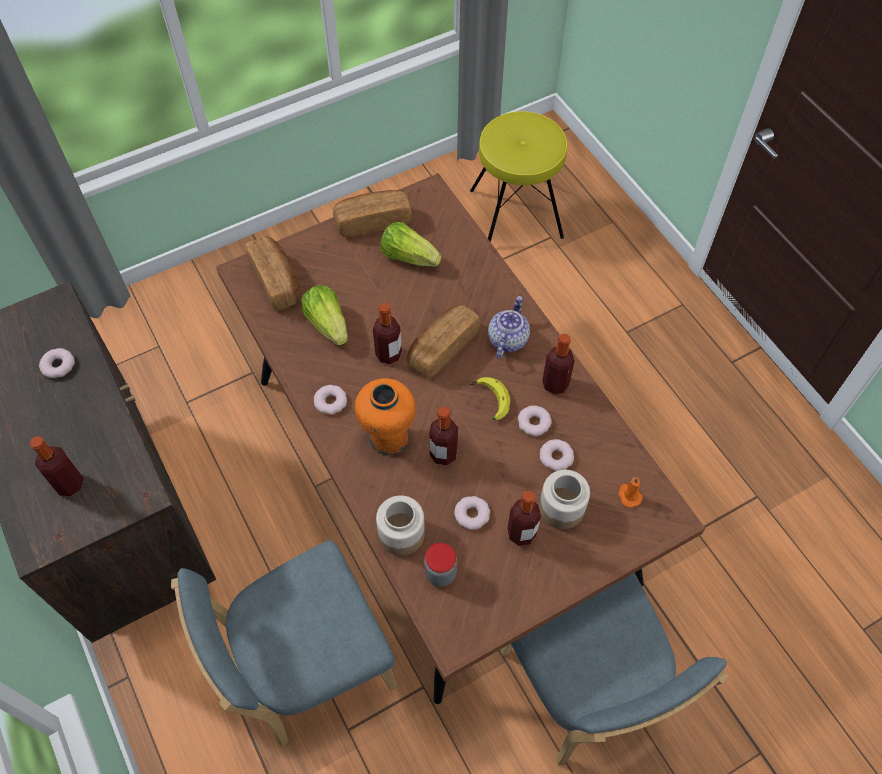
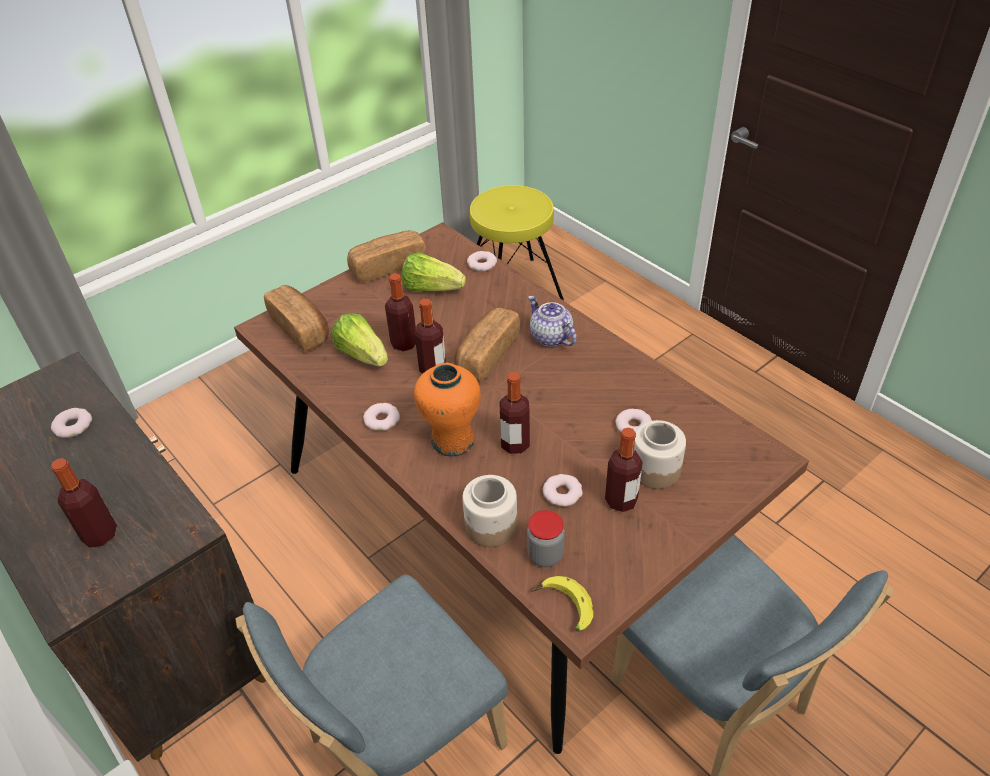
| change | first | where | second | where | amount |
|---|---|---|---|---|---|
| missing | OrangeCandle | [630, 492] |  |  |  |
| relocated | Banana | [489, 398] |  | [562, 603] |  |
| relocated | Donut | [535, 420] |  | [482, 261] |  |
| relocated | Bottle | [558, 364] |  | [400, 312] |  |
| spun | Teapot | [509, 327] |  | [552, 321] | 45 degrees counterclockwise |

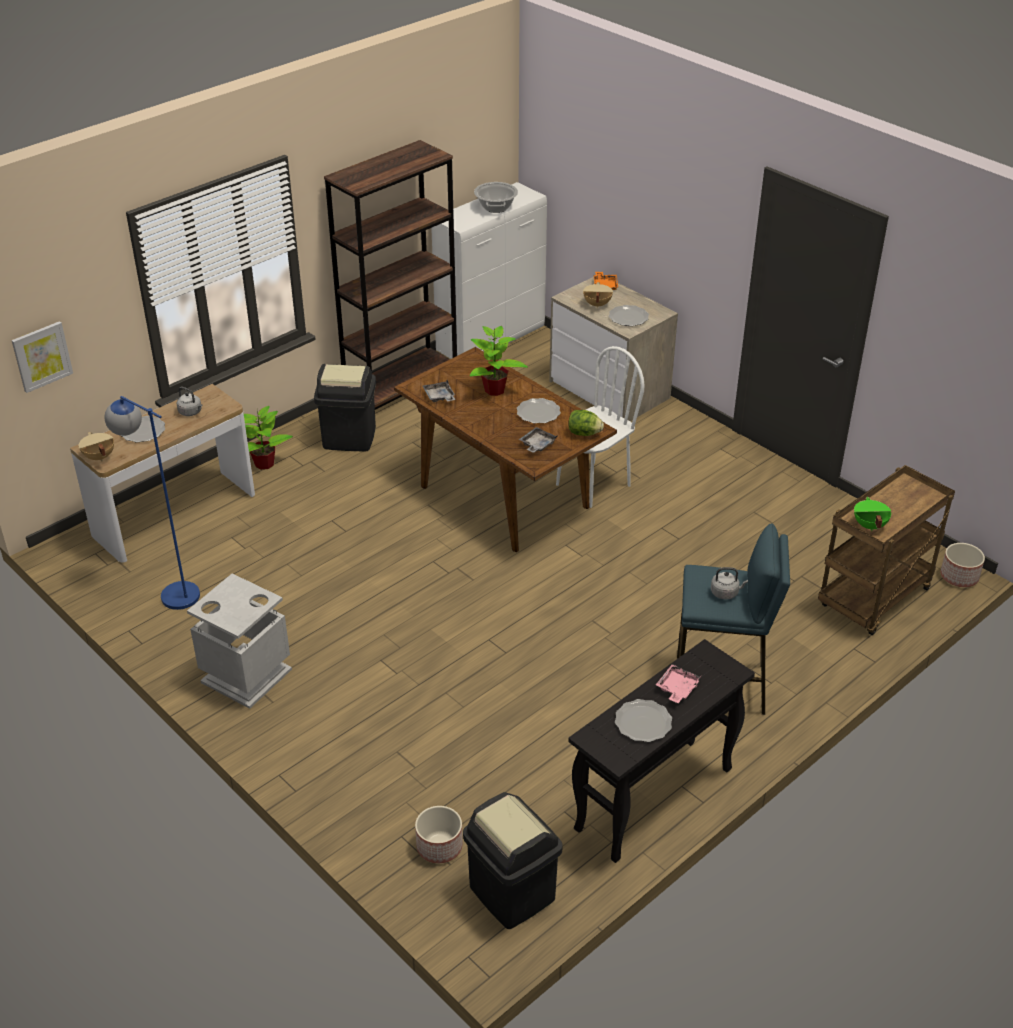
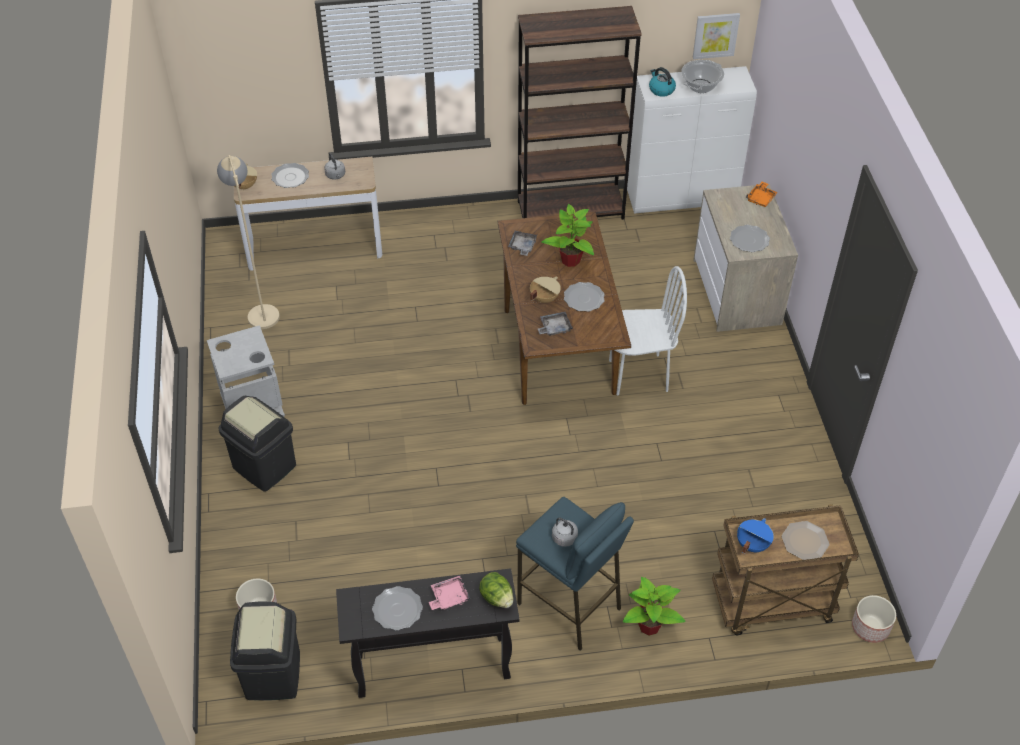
| change | first | where | second | where | amount |
|---|---|---|---|---|---|
| appeared |  |  | Kettle | [662, 82] |  |
| appeared |  |  | Plate | [805, 540] |  |
| relocated | Picture | [42, 357] |  | [716, 36] |  |
| relocated | PottedPlant | [268, 438] |  | [654, 606] |  |
| relocated | BlackTrashCan | [345, 407] |  | [257, 444] |  |
| relocated | Lettuce | [586, 423] |  | [496, 590] |  |
| relocated | BeigeCookingPot | [598, 295] |  | [545, 290] |  |
| colour | BlueFloorLamp | [152, 503] | BeigeFloorLamp | [248, 242] |  |
| colour | GreenCookingPot | [872, 514] | BlueCookingPot | [755, 535] |  |

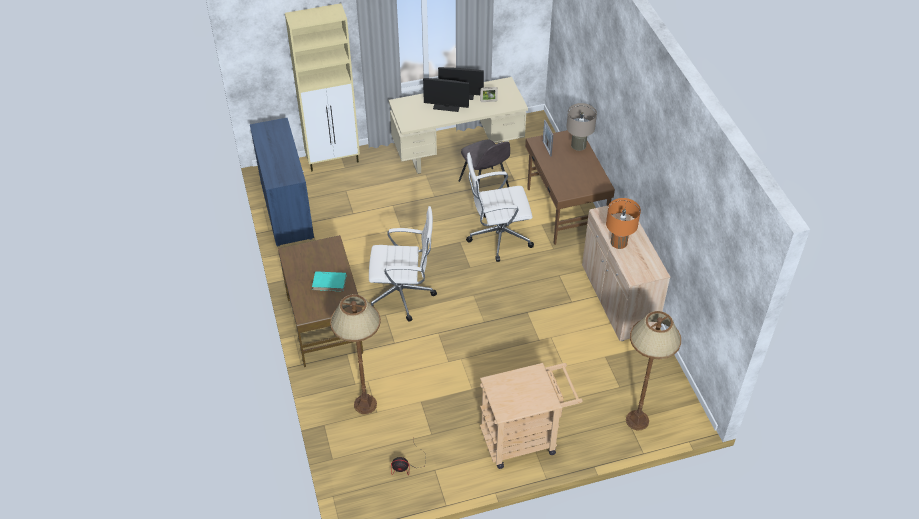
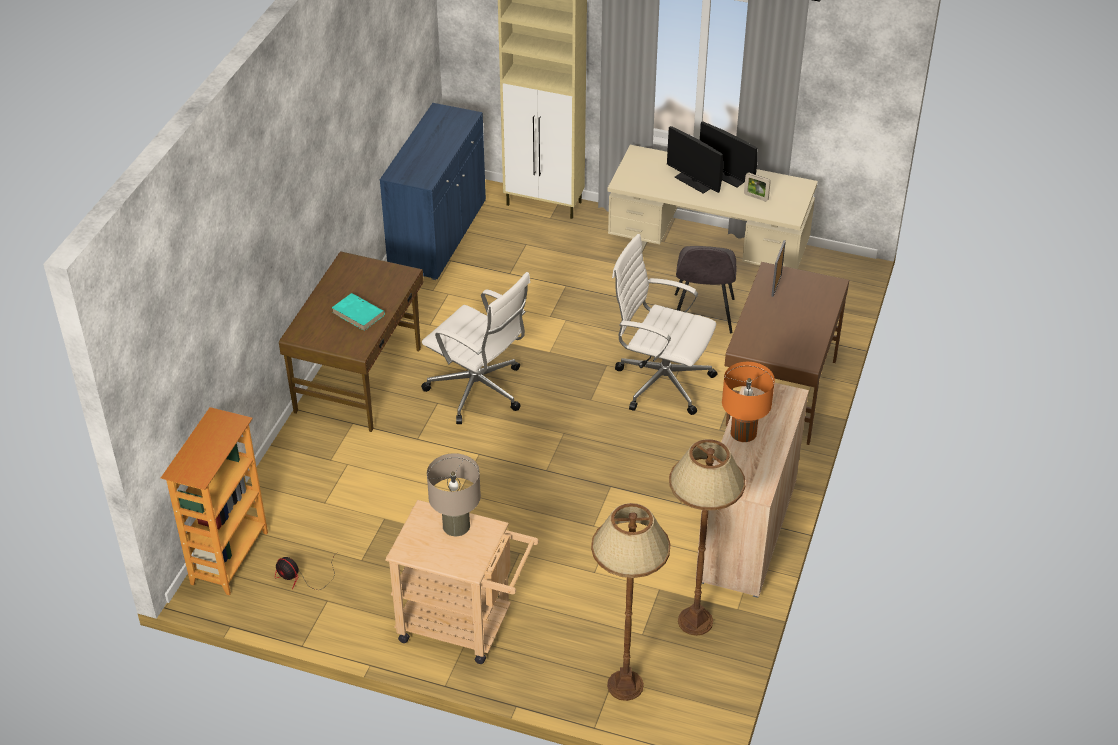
| change | first | where | second | where | amount |
|---|---|---|---|---|---|
| appeared |  |  | Bookcase | [214, 501] |  |
| relocated | BrownFloorLamp | [355, 354] |  | [707, 537] |  |
| relocated | BeigeTableLamp | [581, 127] |  | [454, 494] |  |

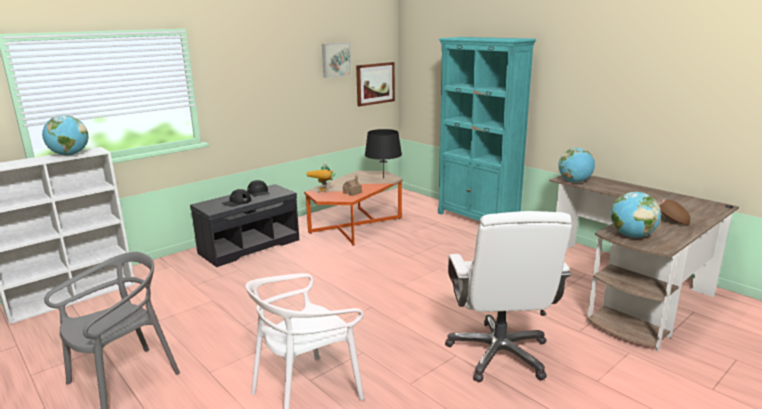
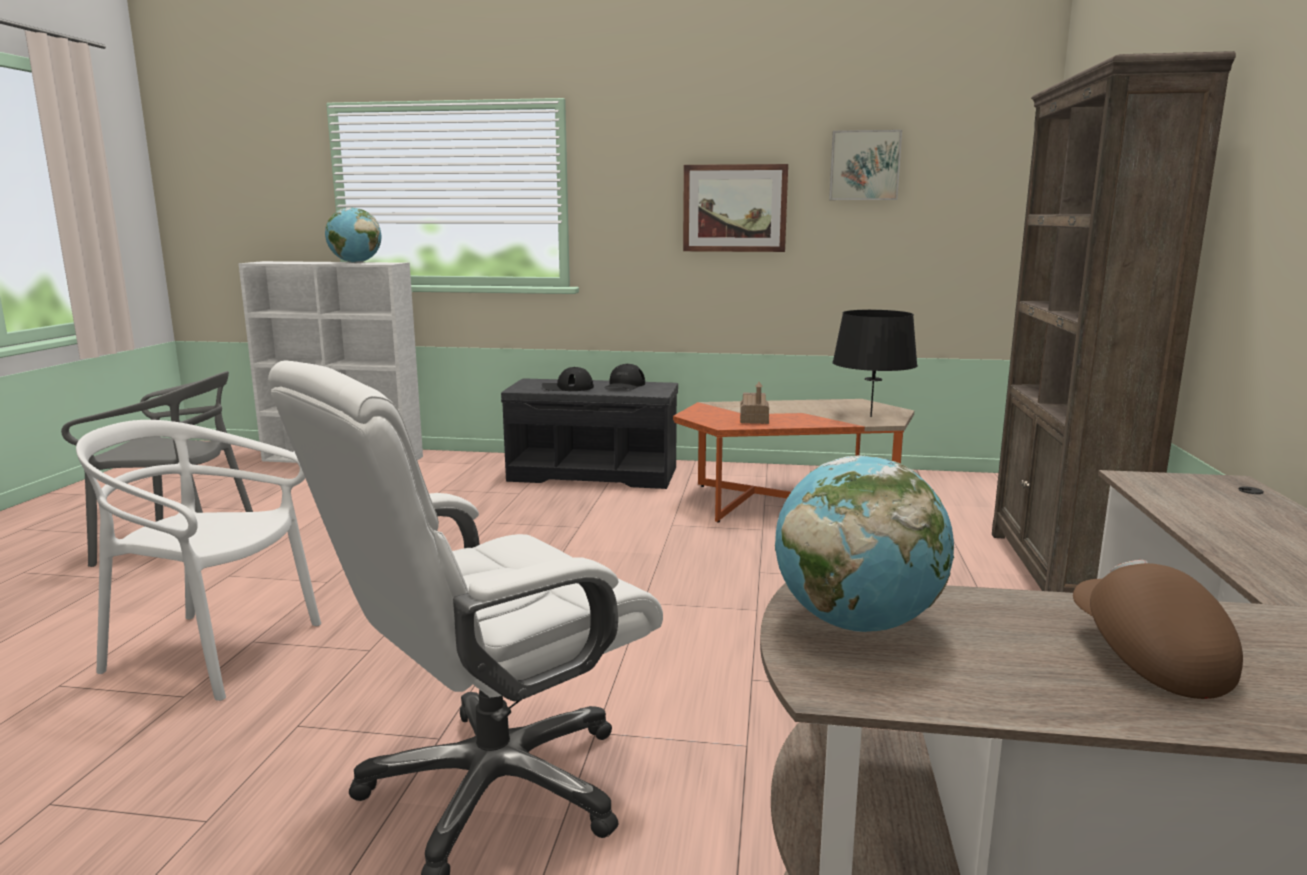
| change | first | where | second | where | amount |
|---|---|---|---|---|---|
| missing | ToyRobot | [320, 177] |  |  |  |
| missing | Globe | [576, 165] |  |  |  |
| relocated | Picture | [375, 84] |  | [735, 208] |  |
| colour | TurquoiseBookcase | [487, 129] | BrownBookcase | [1114, 322] |  |

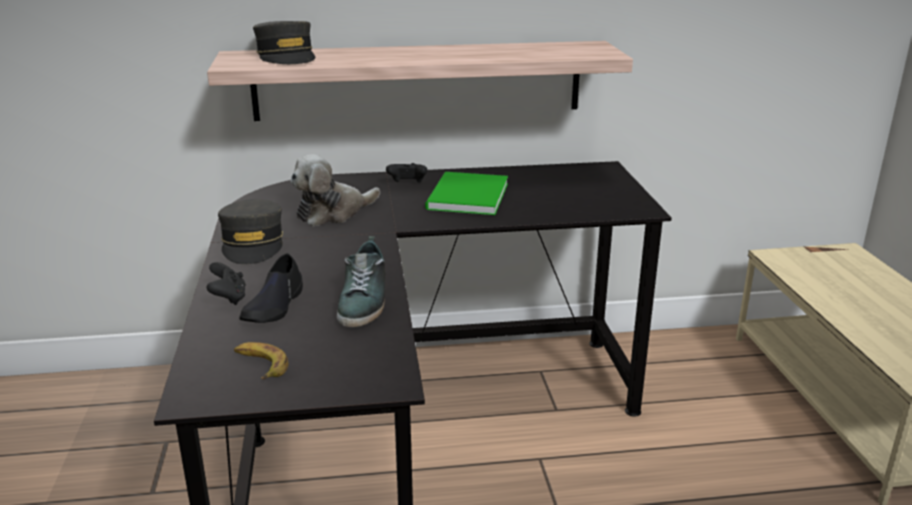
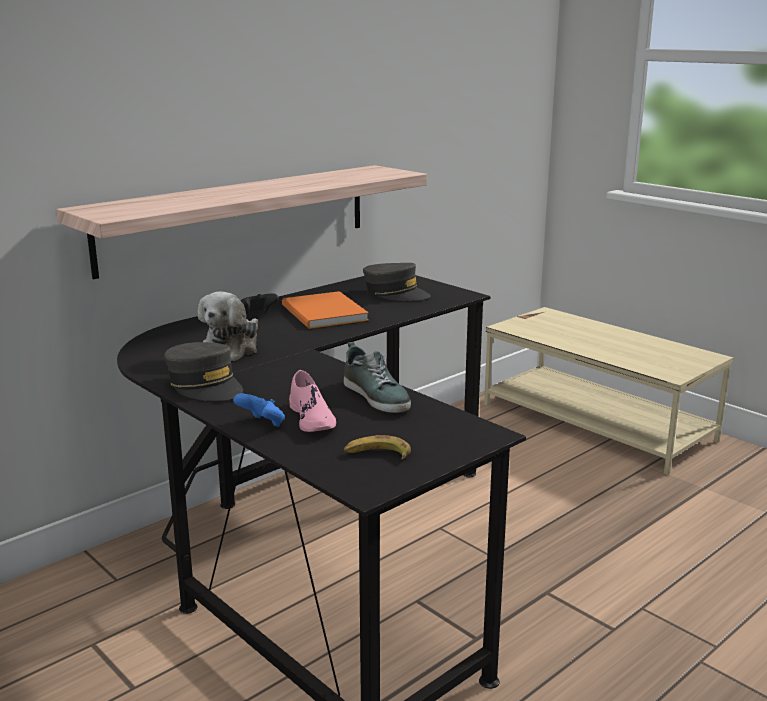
| change | first | where | second | where | amount |
|---|---|---|---|---|---|
| relocated | GreyCap | [284, 42] |  | [397, 282] |  |
| colour | BlackGameController | [226, 283] | BlueGameController | [259, 410] |  |
| colour | BlackShoe | [271, 288] | PinkShoe | [312, 401] |  |
| colour | GreenBook | [466, 193] | OrangeBook | [325, 310] |  |

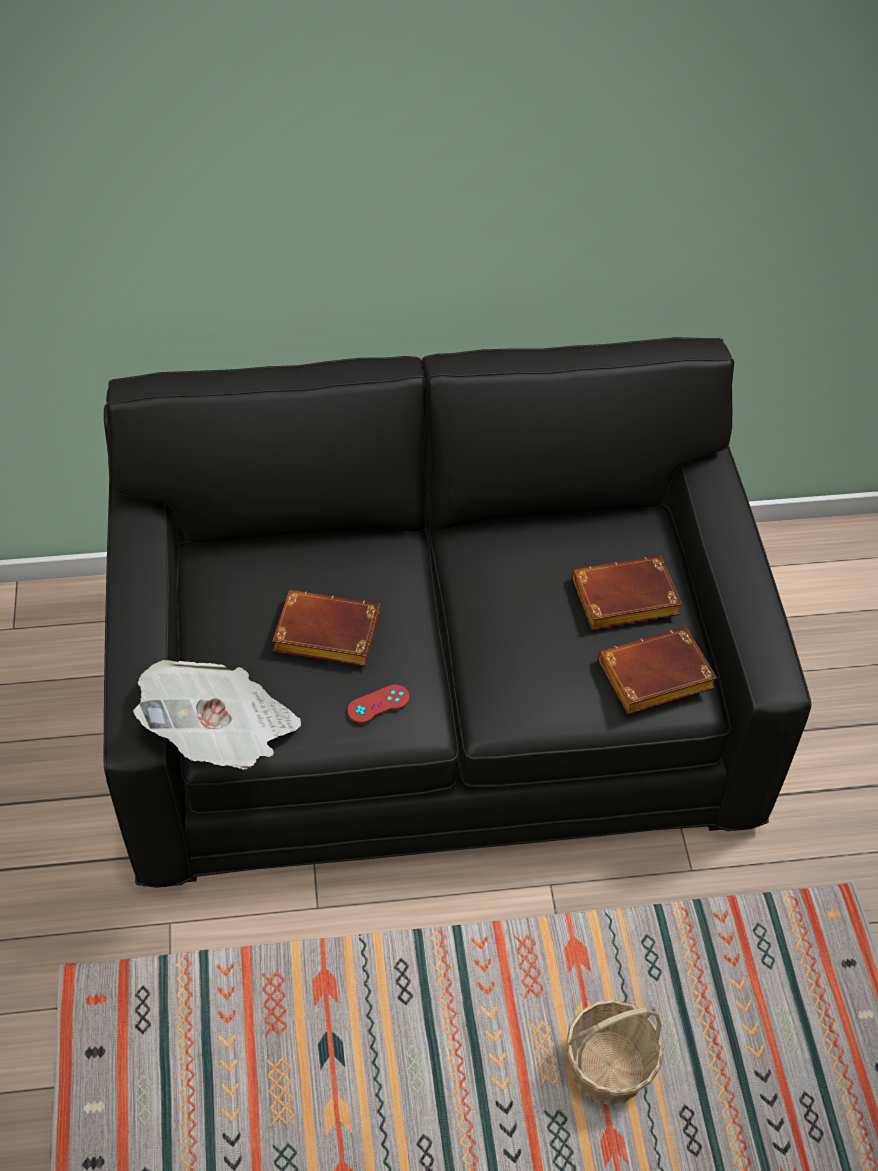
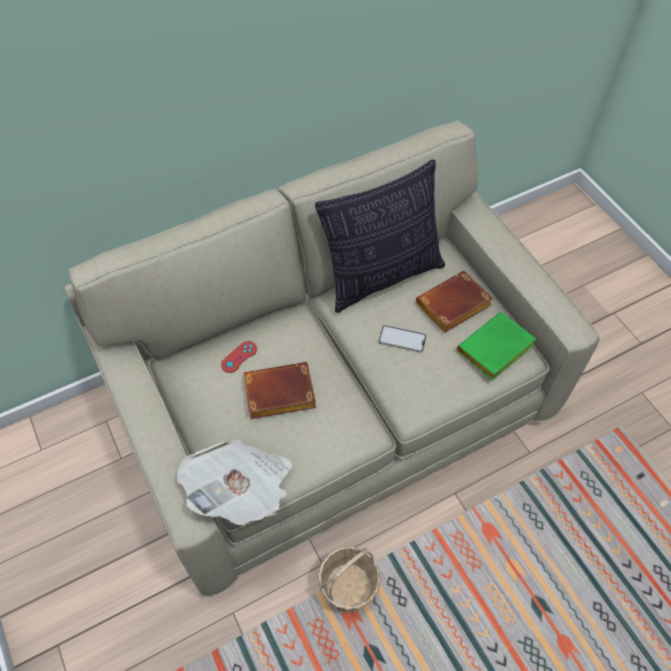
| change | first | where | second | where | amount |
|---|---|---|---|---|---|
| appeared |  |  | Pillow | [380, 236] |  |
| appeared |  |  | Phone | [402, 339] |  |
| relocated | RedGameController | [378, 704] |  | [239, 357] |  |
| relocated | Basket | [615, 1052] |  | [349, 580] |  |
| colour | BlackSofa | [457, 612] | BeigeSofa | [332, 359] |  |
| colour | BrownBook | [657, 670] | GreenBook | [496, 346] |  |

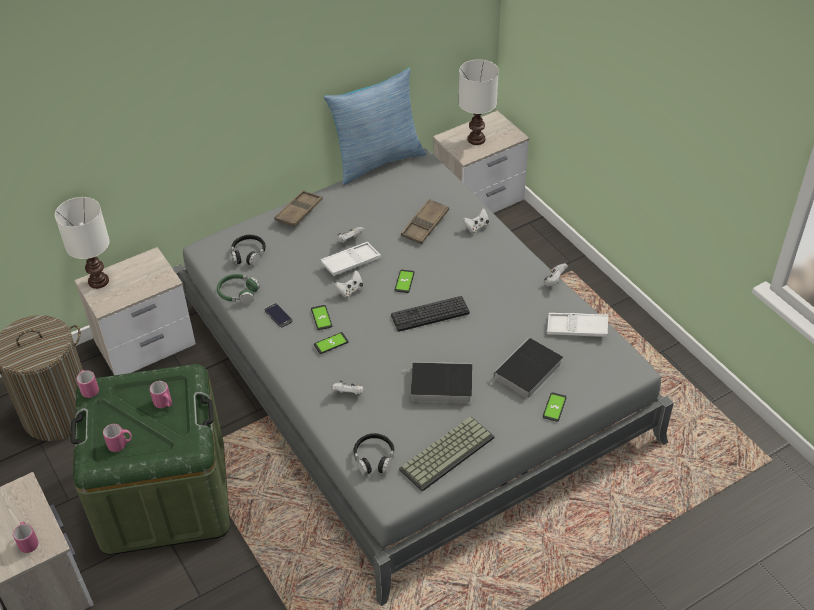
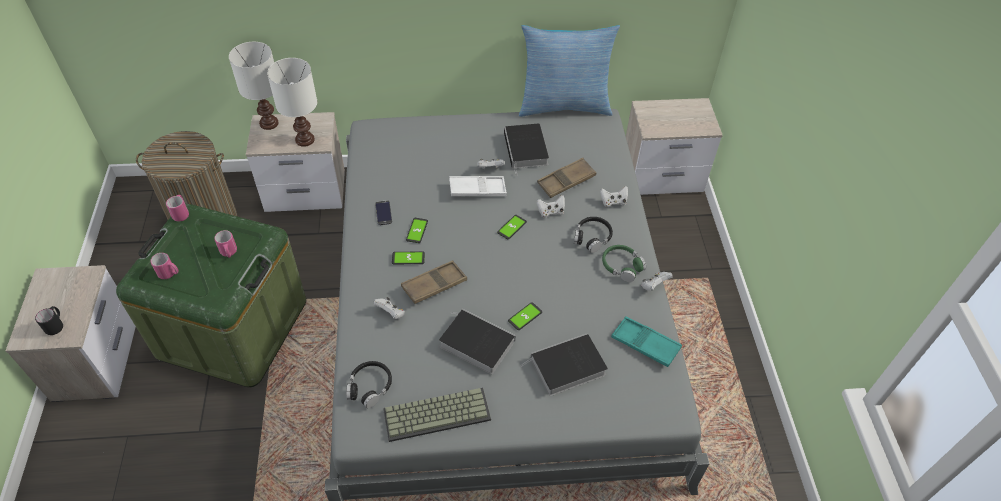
| change | first | where | second | where | amount |
|---|---|---|---|---|---|
| missing | Keyboard | [430, 314] |  |  |  |
| appeared |  |  | Book | [526, 149] |  |
| relocated | GreenHeadphones | [238, 289] |  | [624, 263] |  |
| relocated | BlackHeadphones | [248, 250] |  | [593, 235] |  |
| relocated | BrownTray | [298, 208] |  | [434, 282] |  |
| relocated | WhiteGameController | [349, 284] |  | [551, 206] |  |
| relocated | WhiteTableLamp | [479, 102] |  | [292, 102] |  |
| relocated | Phone | [555, 407] |  | [525, 316] |  |
| colour | PinkMug | [26, 537] | BlackMug | [49, 320] |  |
| colour | WhiteTray | [577, 325] | TurquoiseTray | [646, 341] |  |

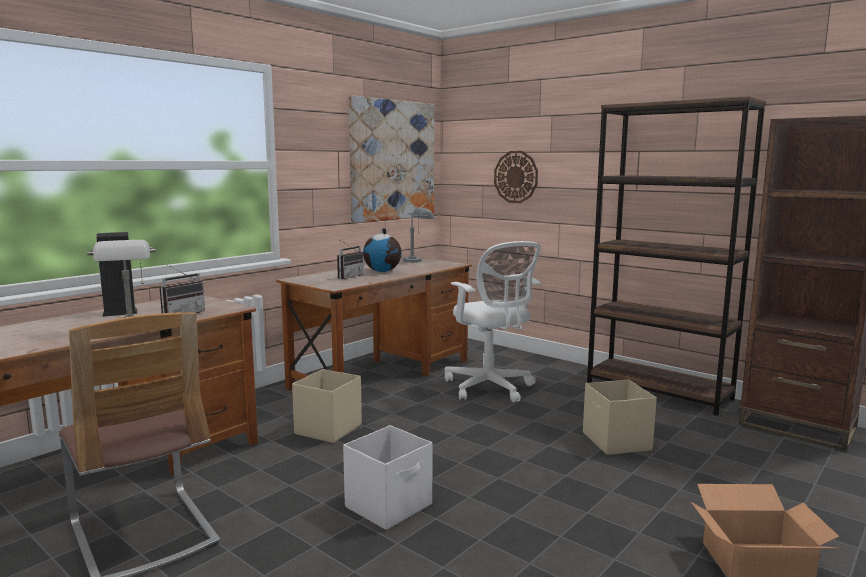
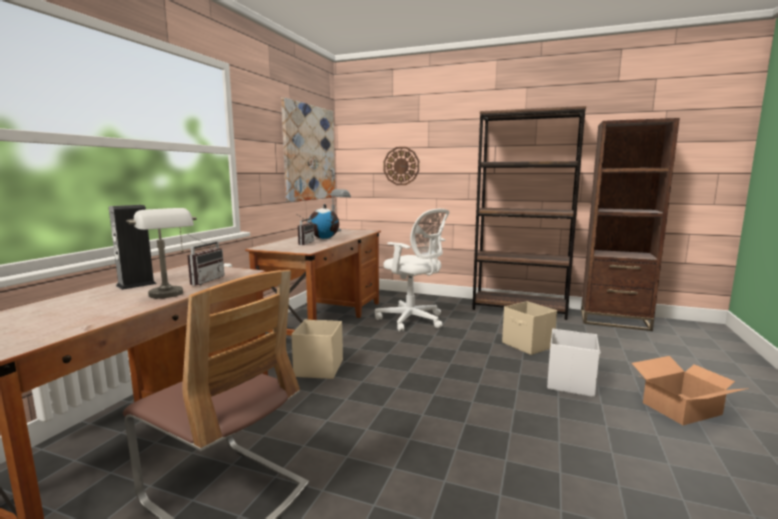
| change | first | where | second | where | amount |
|---|---|---|---|---|---|
| relocated | WhiteStorageBox | [387, 477] |  | [574, 363] |  |

